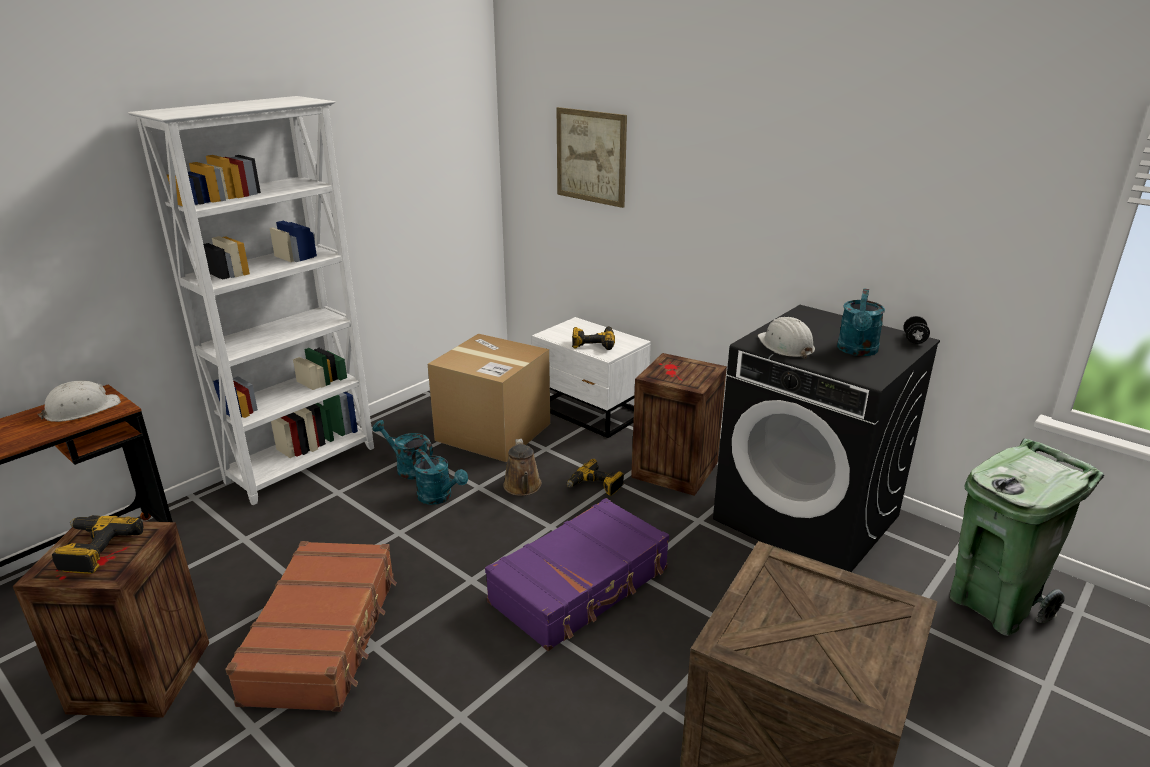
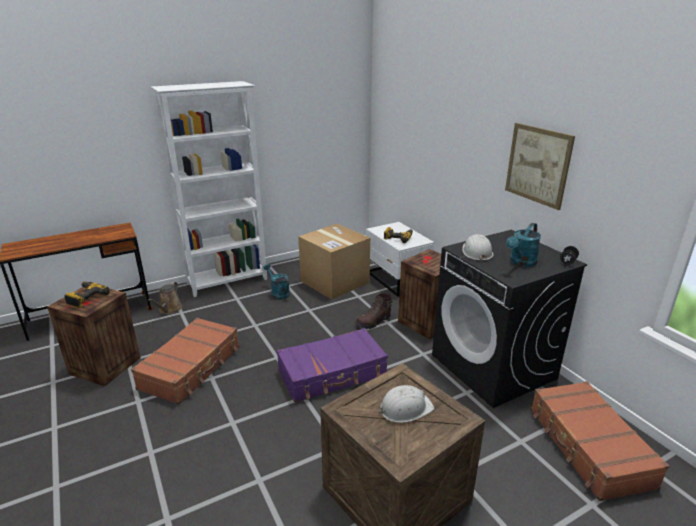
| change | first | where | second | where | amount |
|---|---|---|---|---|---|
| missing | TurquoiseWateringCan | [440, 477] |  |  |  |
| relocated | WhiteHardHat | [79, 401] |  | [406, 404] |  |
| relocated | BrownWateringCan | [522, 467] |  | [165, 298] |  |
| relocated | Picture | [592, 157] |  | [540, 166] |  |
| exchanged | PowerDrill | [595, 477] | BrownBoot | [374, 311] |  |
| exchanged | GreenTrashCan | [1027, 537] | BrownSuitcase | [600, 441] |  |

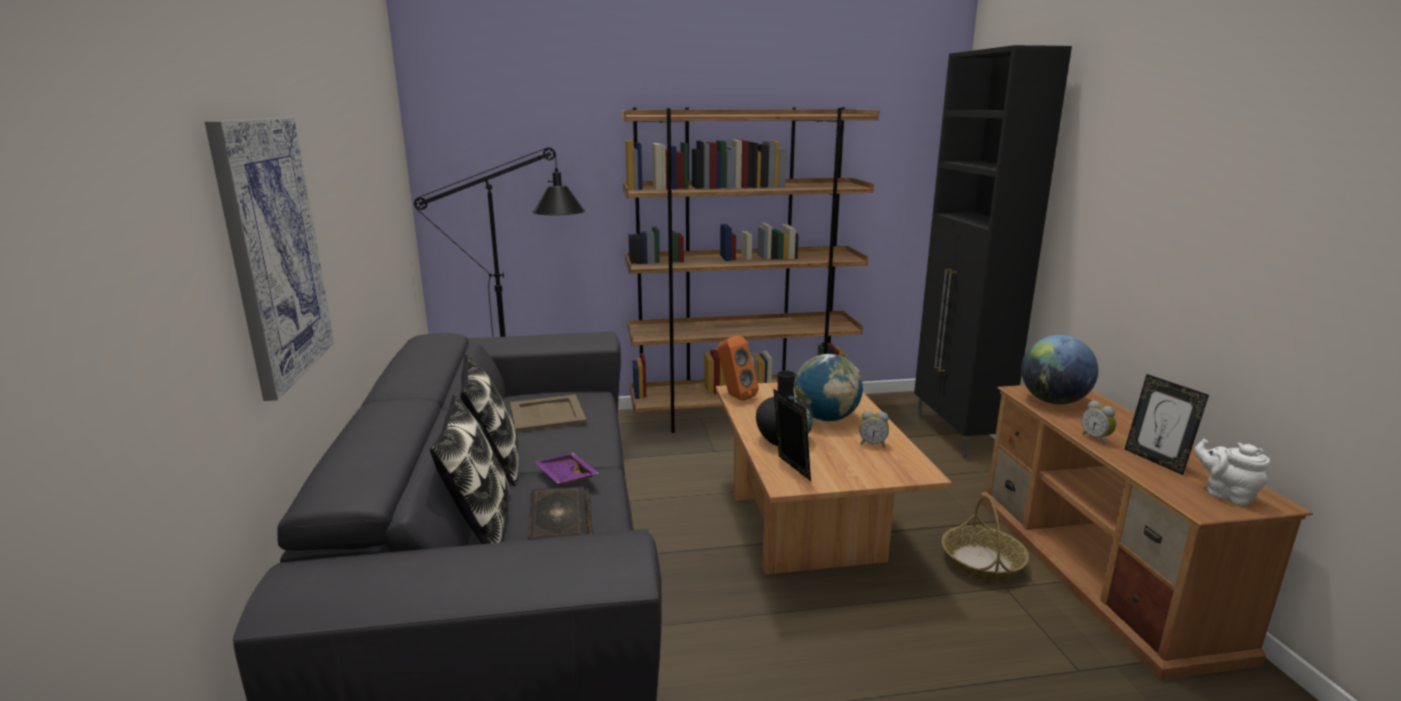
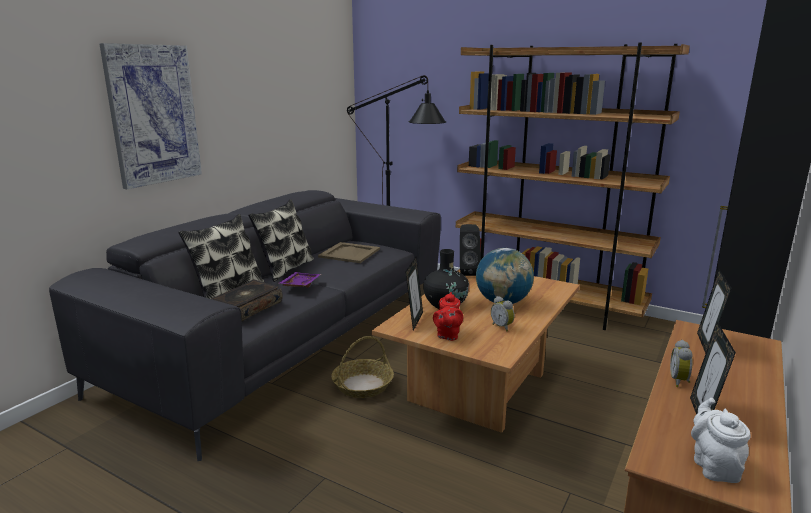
| change | first | where | second | where | amount |
|---|---|---|---|---|---|
| appeared |  |  | RedTeapot | [448, 316] |  |
| relocated | Basket | [985, 538] |  | [362, 367] |  |
| exchanged | Globe | [1060, 369] | PictureFrame | [714, 311] |  |
| colour | OrangeSpeaker | [738, 368] | BlackSpeaker | [470, 250] |  |

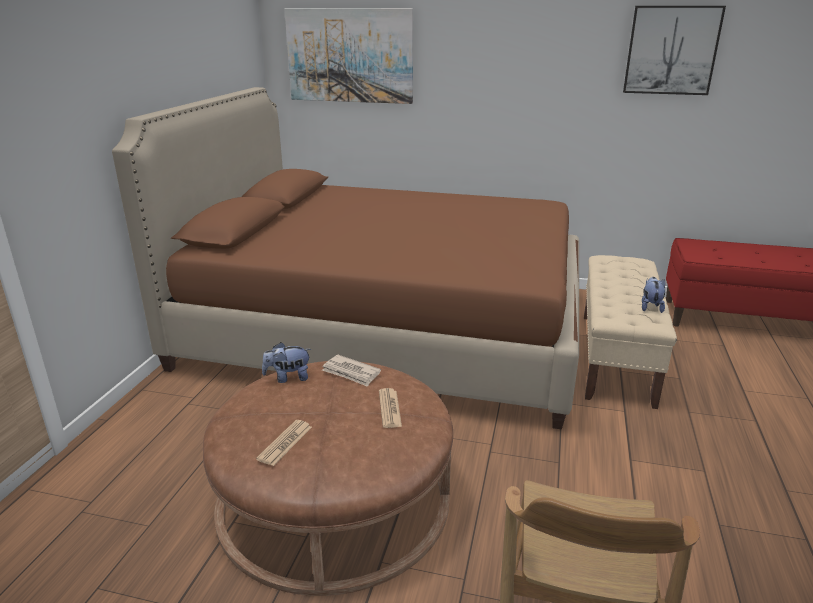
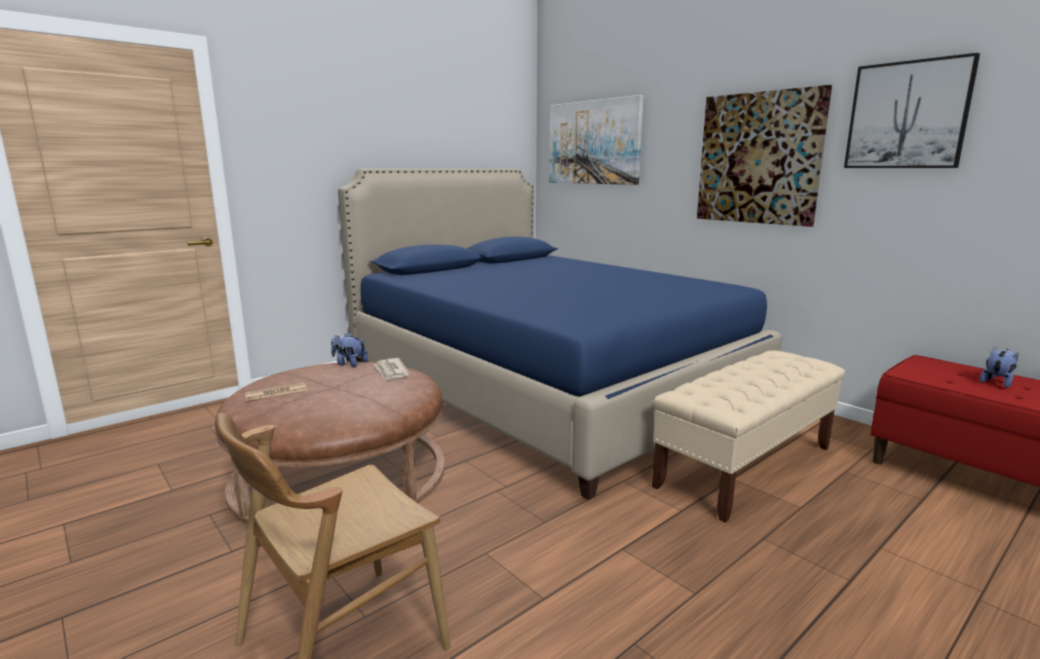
| change | first | where | second | where | amount |
|---|---|---|---|---|---|
| missing | Newspaper | [390, 408] |  |  |  |
| appeared |  |  | Picture | [764, 156] |  |
| relocated | PlushToy | [653, 295] |  | [999, 367] |  |
| colour | BrownBed | [345, 258] | BlueBed | [560, 334] |  |

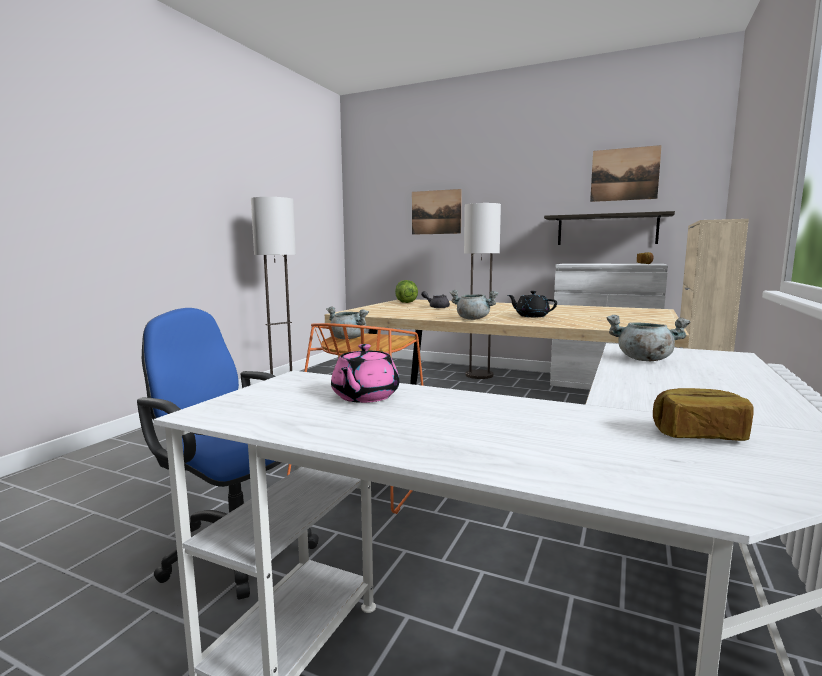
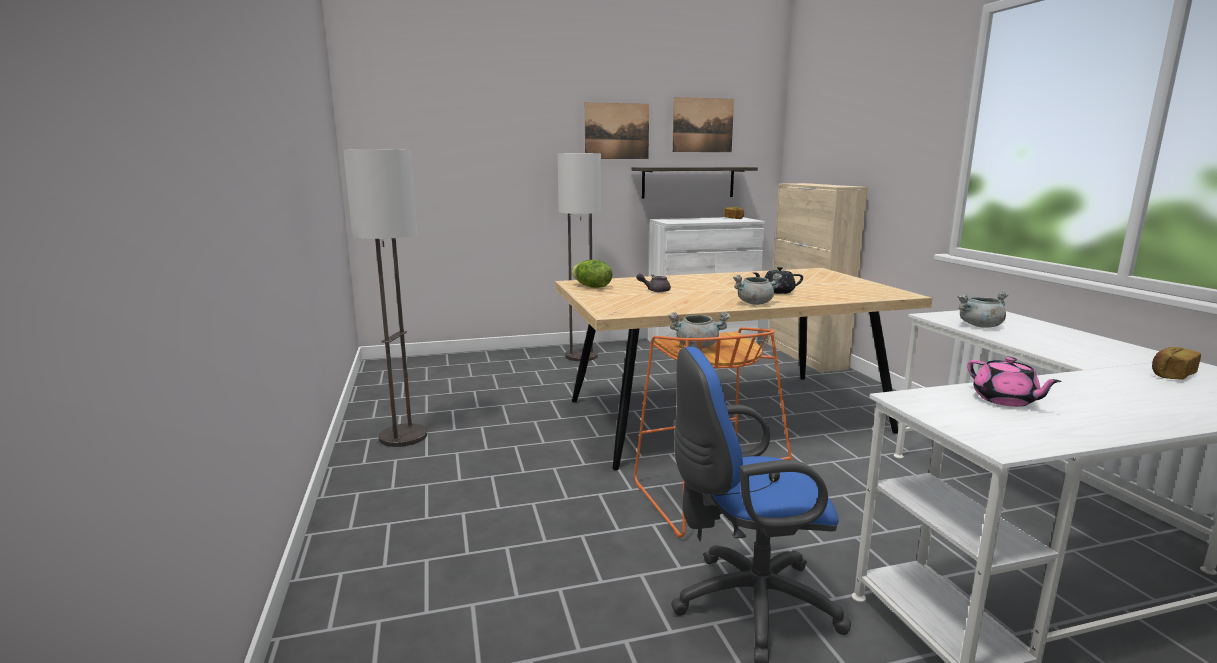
| change | first | where | second | where | amount |
|---|---|---|---|---|---|
| relocated | Picture | [437, 212] |  | [617, 130] |  |

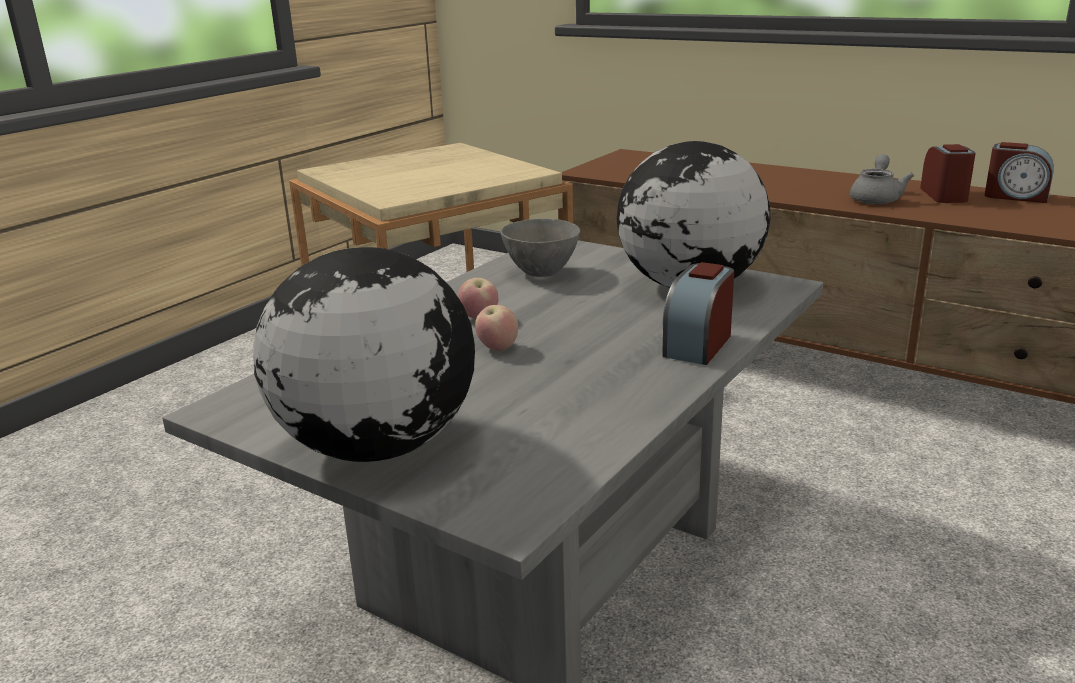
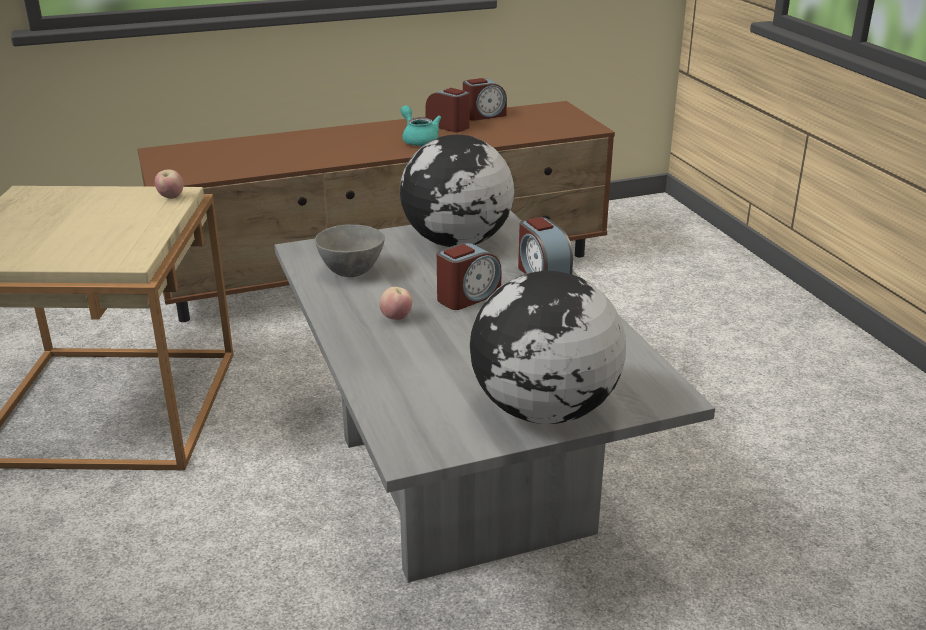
| change | first | where | second | where | amount |
|---|---|---|---|---|---|
| appeared |  |  | AlarmClock | [469, 276] |  |
| relocated | Apple | [496, 328] |  | [169, 184] |  |
| colour | GreyTeapot | [882, 179] | TurquoiseTeapot | [421, 125] |  |

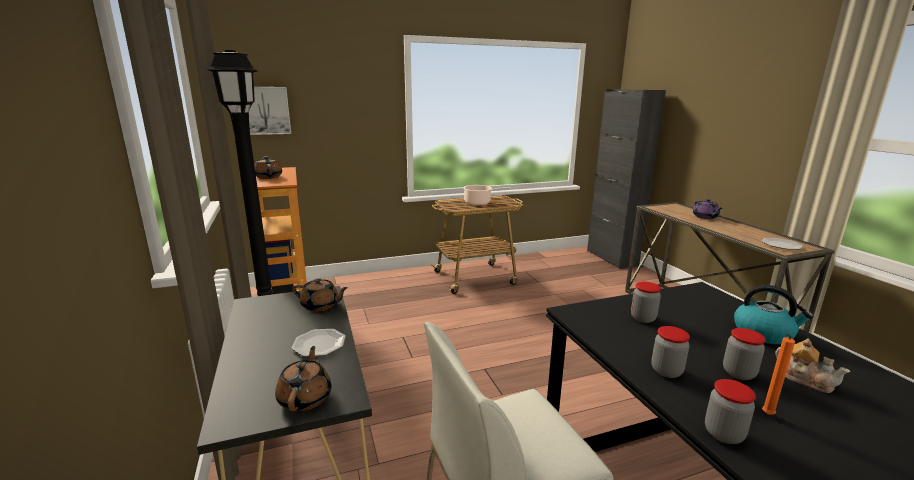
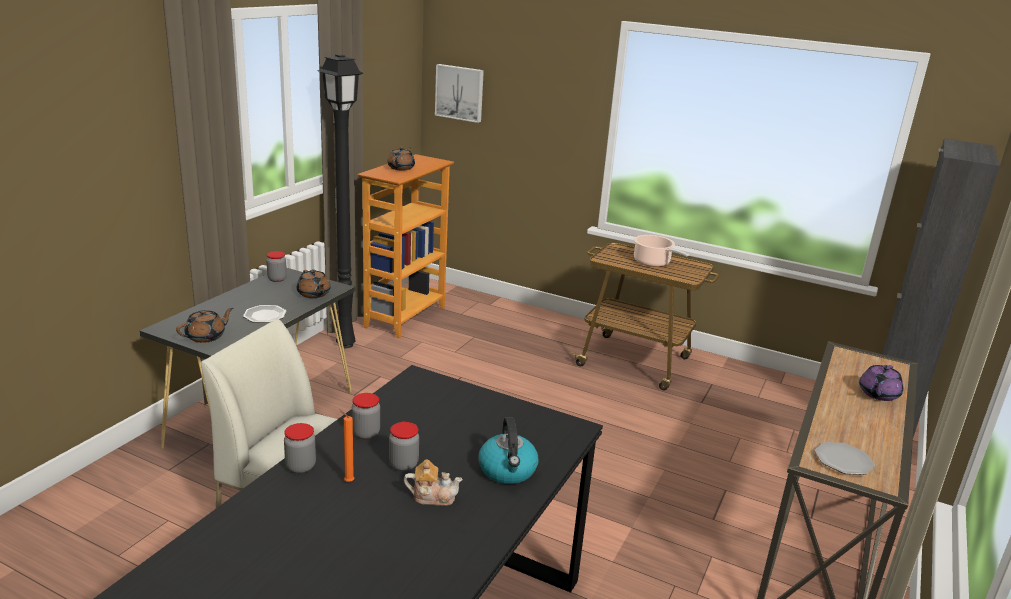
| change | first | where | second | where | amount |
|---|---|---|---|---|---|
| relocated | Jar | [646, 302] |  | [276, 266] |  |
| spun | Teapot | [813, 366] |  | [433, 482] | 90 degrees counterclockwise |

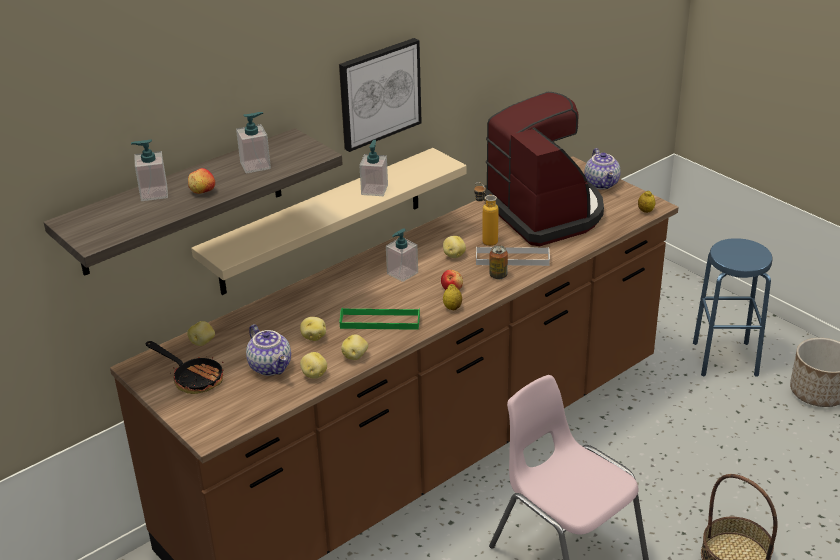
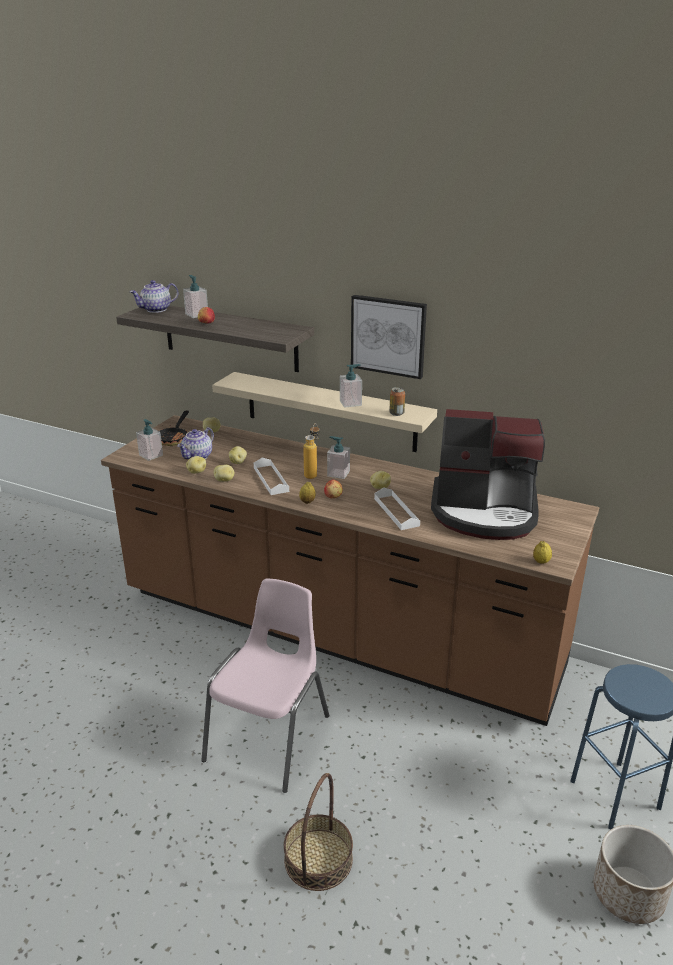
| change | first | where | second | where | amount |
|---|---|---|---|---|---|
| relocated | SoapDispenser | [253, 142] |  | [149, 440] |  |
| relocated | Bottle | [486, 214] |  | [311, 451] |  |
| relocated | Can | [498, 262] |  | [397, 401] |  |
| relocated | Teapot | [602, 169] |  | [154, 296] |  |
| colour | GreenTray | [380, 319] | WhiteTray | [271, 476] |  |
| spun | CoffeeMachine | [544, 169] |  | [488, 474] | 60 degrees clockwise |

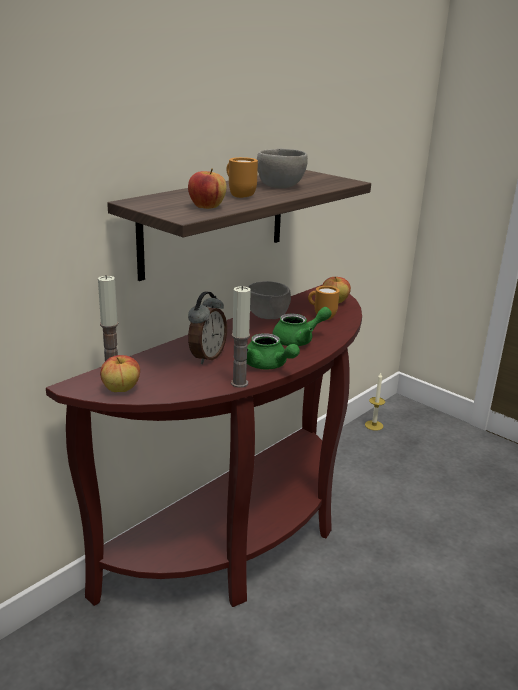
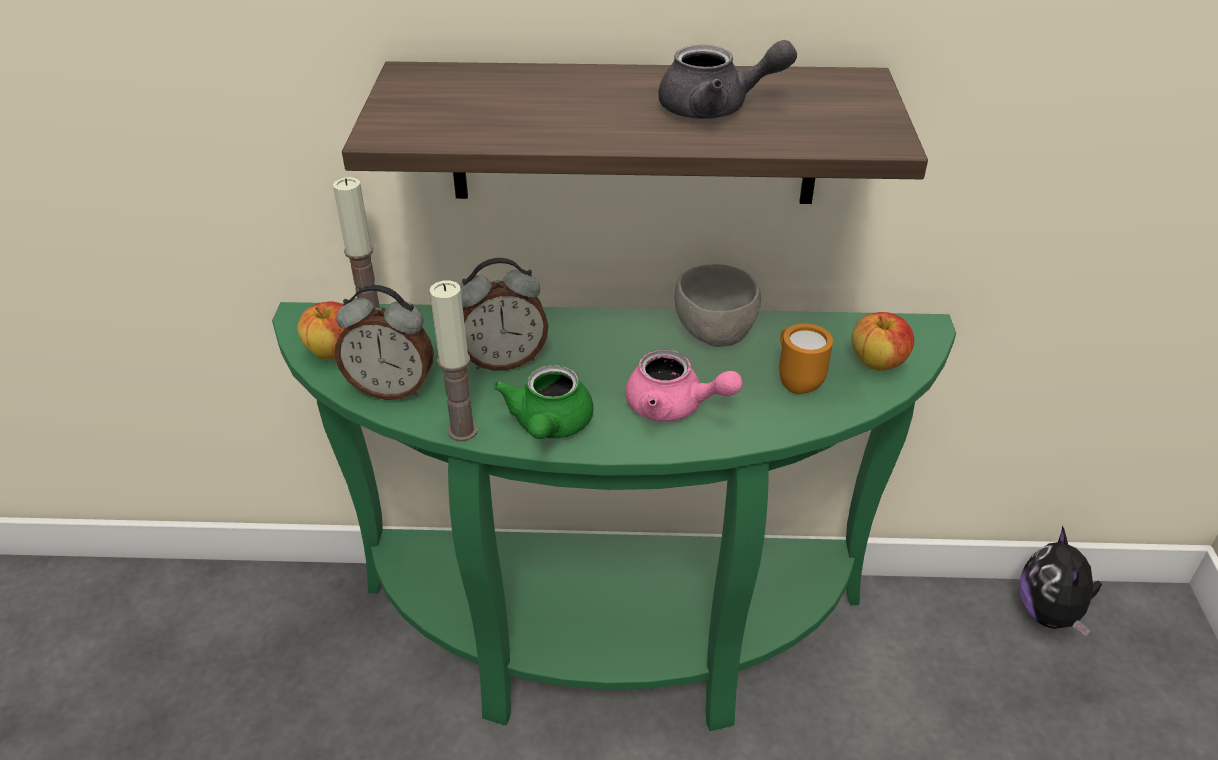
| change | first | where | second | where | amount |
|---|---|---|---|---|---|
| missing | Apple | [207, 188] |  |  |  |
| missing | OrangeMug | [242, 177] |  |  |  |
| appeared |  |  | AlarmClock | [384, 342] |  |
| exchanged | GreyBowl | [282, 168] | GreyTeapot | [727, 79] |  |
| exchanged | Candle | [375, 402] | PlushToy | [1060, 581] |  |
| colour | BrownConsoleTable | [204, 446] | GreenConsoleTable | [614, 516] |  |
| colour | GreenTeapot | [302, 326] | PinkTeapot | [683, 385] |  |

